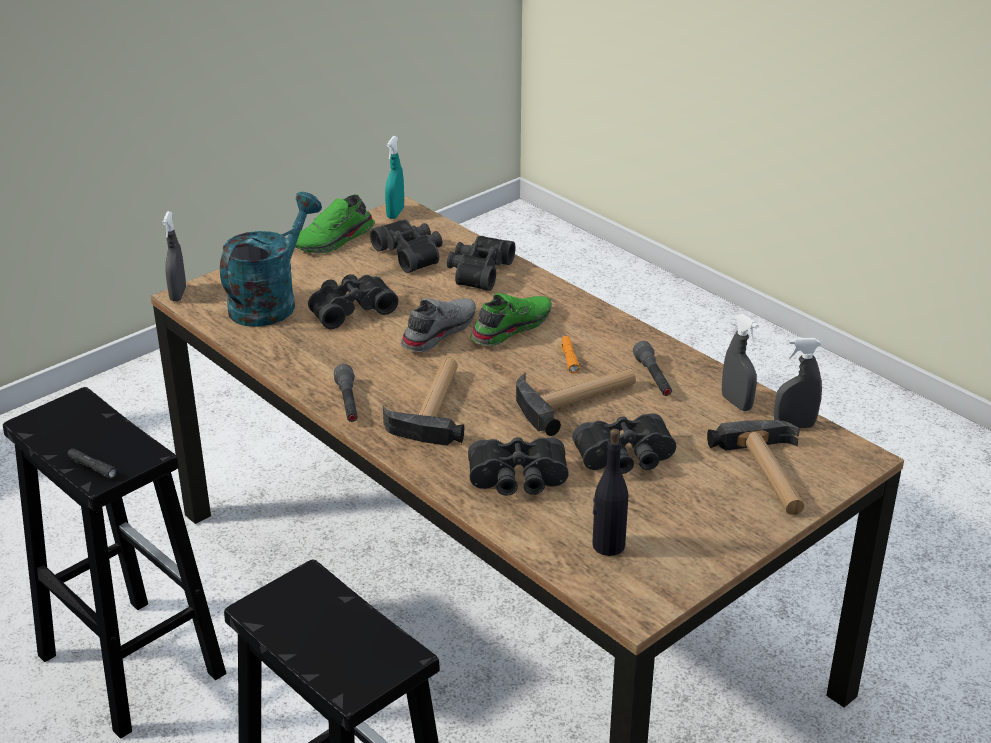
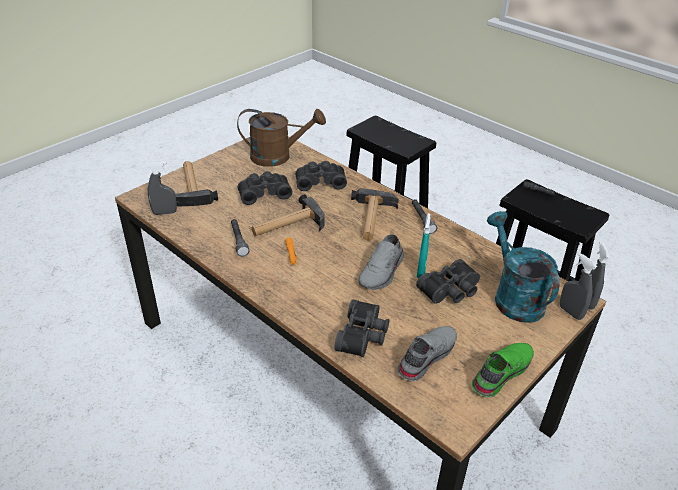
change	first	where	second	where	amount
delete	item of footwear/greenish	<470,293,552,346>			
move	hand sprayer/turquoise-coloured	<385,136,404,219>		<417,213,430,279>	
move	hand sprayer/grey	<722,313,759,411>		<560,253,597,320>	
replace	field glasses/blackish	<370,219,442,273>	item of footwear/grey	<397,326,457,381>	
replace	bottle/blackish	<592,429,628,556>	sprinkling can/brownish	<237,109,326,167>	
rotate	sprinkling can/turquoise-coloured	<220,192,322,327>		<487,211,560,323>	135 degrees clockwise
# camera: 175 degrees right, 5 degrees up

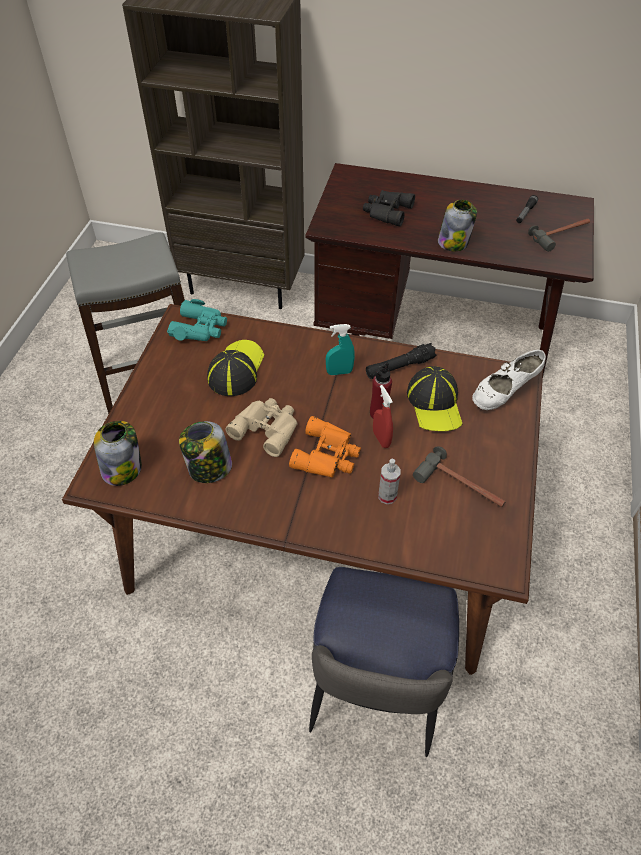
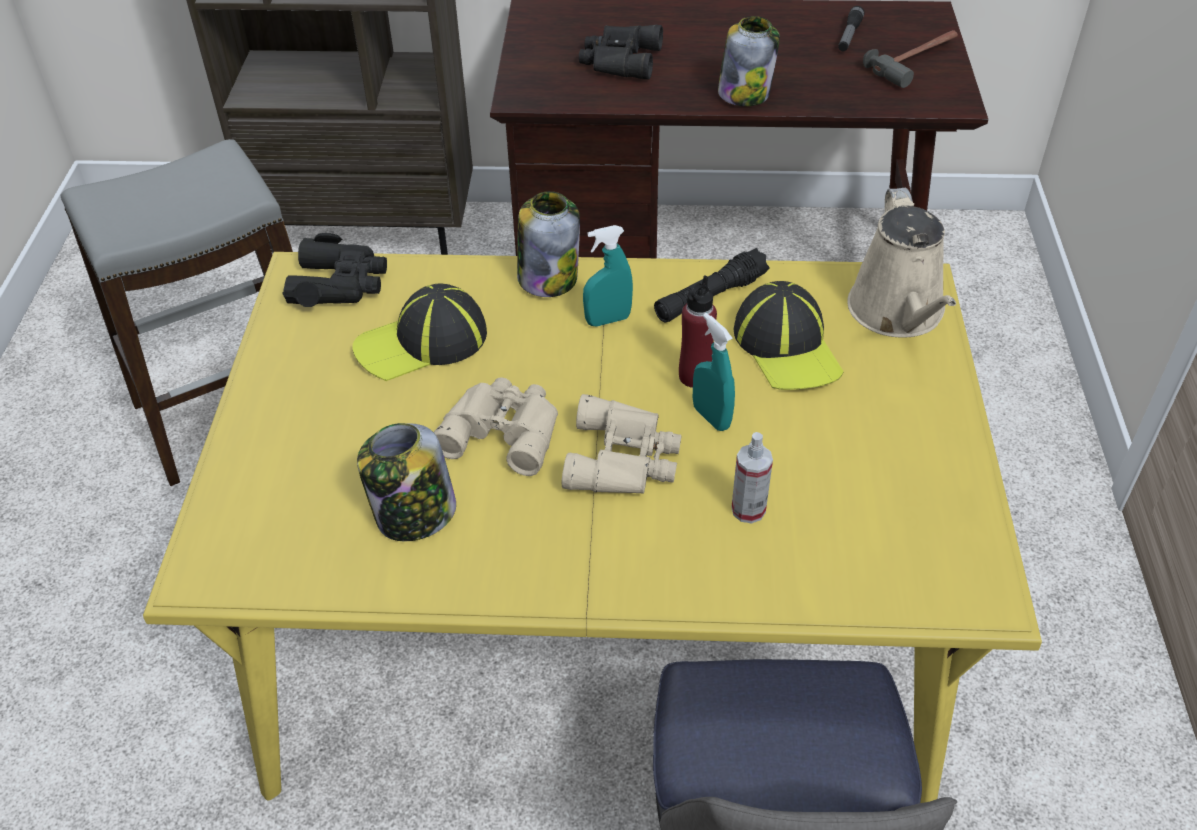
change	first	where	second	where	amount
delete	tool hammer	<413,446,506,507>			
move	jar	<94,421,142,486>		<517,191,580,297>	
replace	item of footwear/whitish	<472,350,546,410>	sprinkling can/beige	<847,188,956,337>	
recolor	kitchen table/brownish	<62,304,543,675>	kitchen table/yellow-coloured	<143,252,1042,803>	
recolor	field glasses/turquoise-coloured	<167,299,227,341>	field glasses/blackish	<282,233,387,307>	
recolor	field glasses/orangey	<289,416,361,477>	field glasses/beige	<562,394,682,494>	
recolor	hand sprayer/red	<373,385,393,448>	hand sprayer/turquoise-coloured	<693,313,735,431>	
rotate	cap	<207,340,265,396>		<353,283,487,381>	120 degrees counterclockwise
# camera: 10 degrees left, 5 degrees down

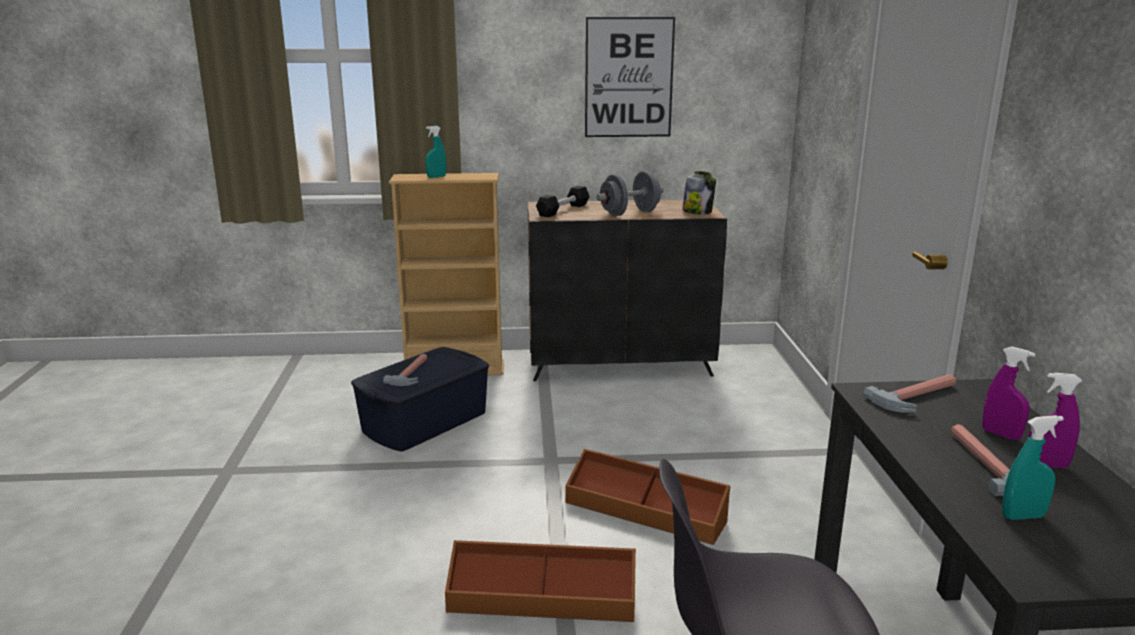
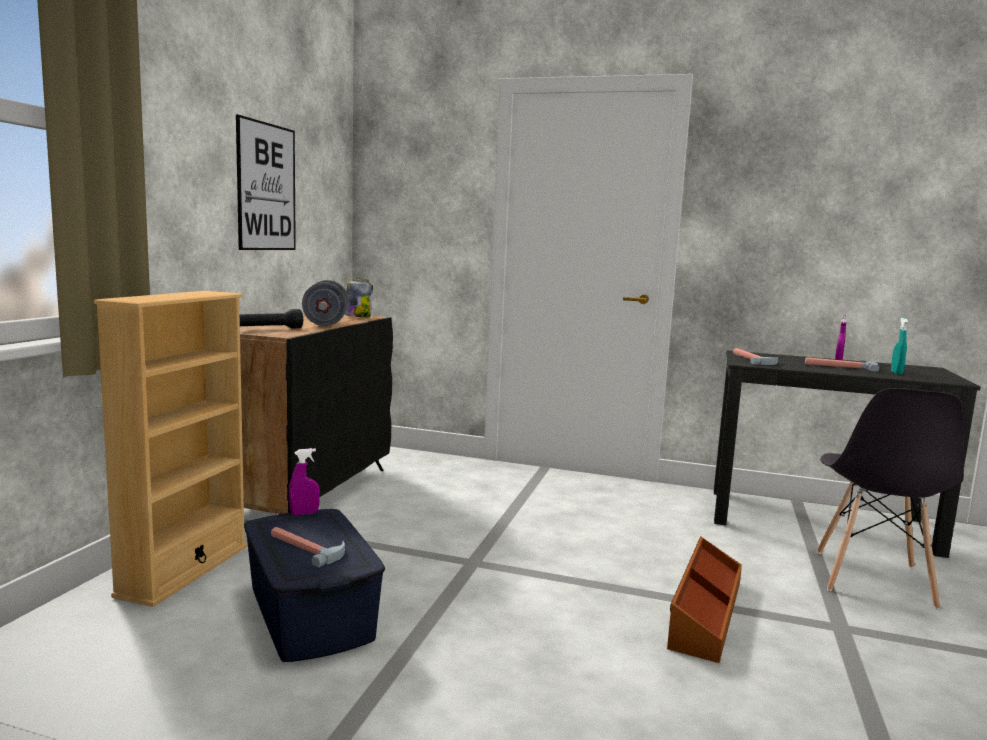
change	first	where	second	where	amount
delete	hand sprayer/turquoise-coloured	<426,126,446,178>			
delete	storage container/brownish	<566,449,730,545>			
move	hand sprayer/purple-coloured	<982,346,1035,440>		<289,448,320,515>	
replace	dumbbell/blackish	<536,186,590,217>	hand torch/blackish	<240,309,303,329>	
# camera: 70 degrees left, 10 degrees down

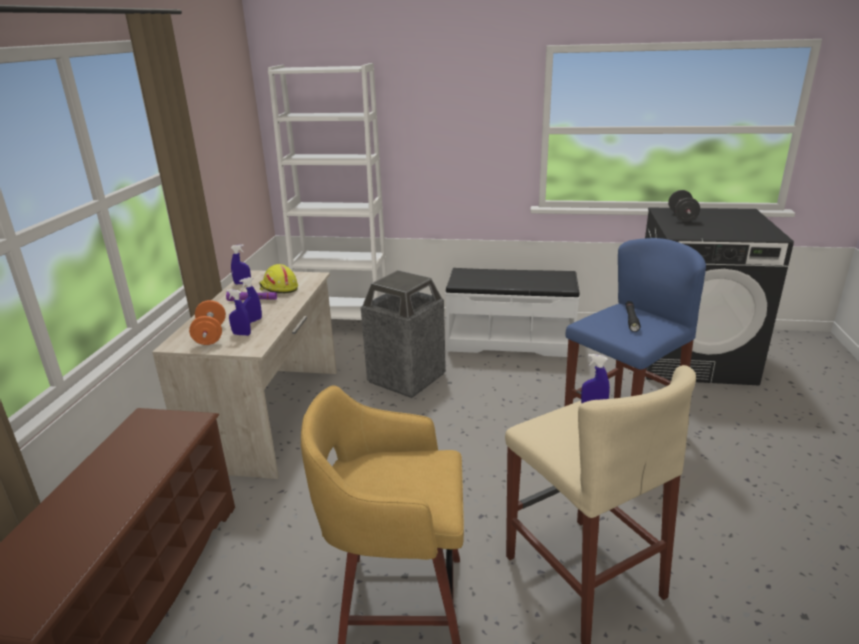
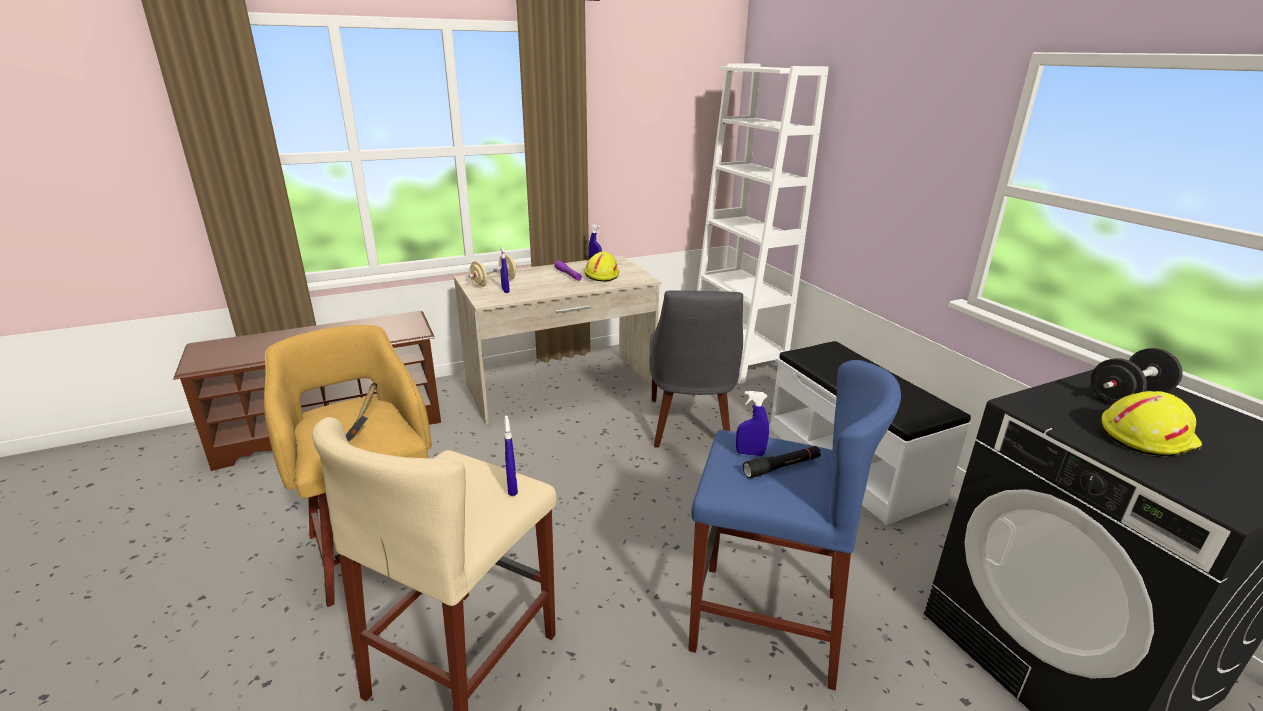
change	first	where	second	where	amount
insert			tool hammer	<346,383,377,442>	
insert			work helmet/yellow-coloured	<1100,391,1202,457>	
move	hand sprayer/bluish	<239,277,262,323>		<736,391,769,456>	
replace	waste bin	<361,270,446,398>	plain chair/grey	<649,290,743,447>	
recolor	dumbbell/orangey	<189,300,226,345>	dumbbell/beige	<468,254,517,287>	
# camera: 55 degrees right, 0 degrees up

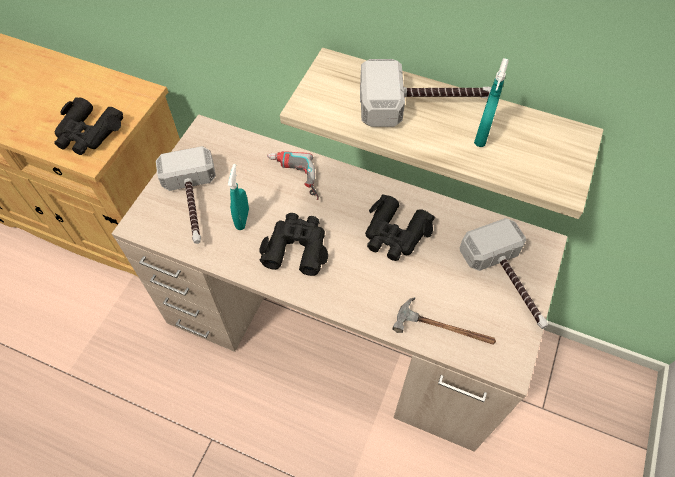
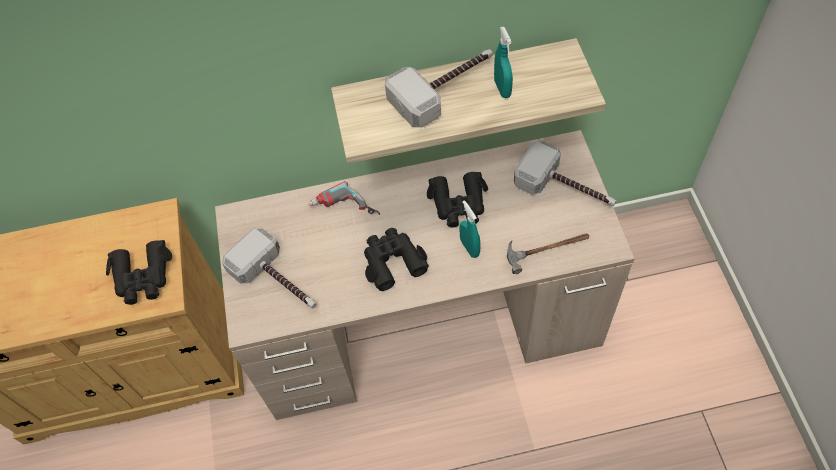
change	first	where	second	where	amount
move	hand sprayer/turquoise-coloured	<228,164,249,230>		<459,200,481,258>	
# camera: 30 degrees left, 0 degrees up

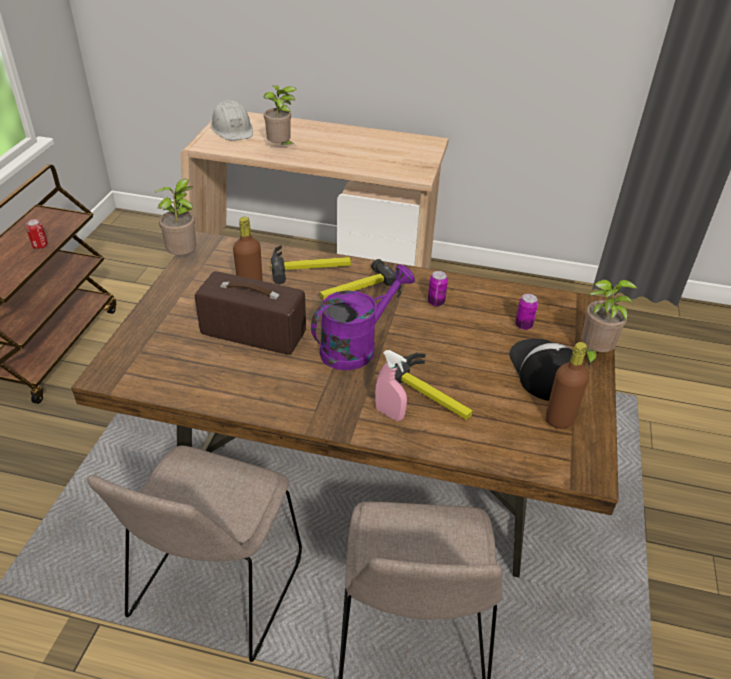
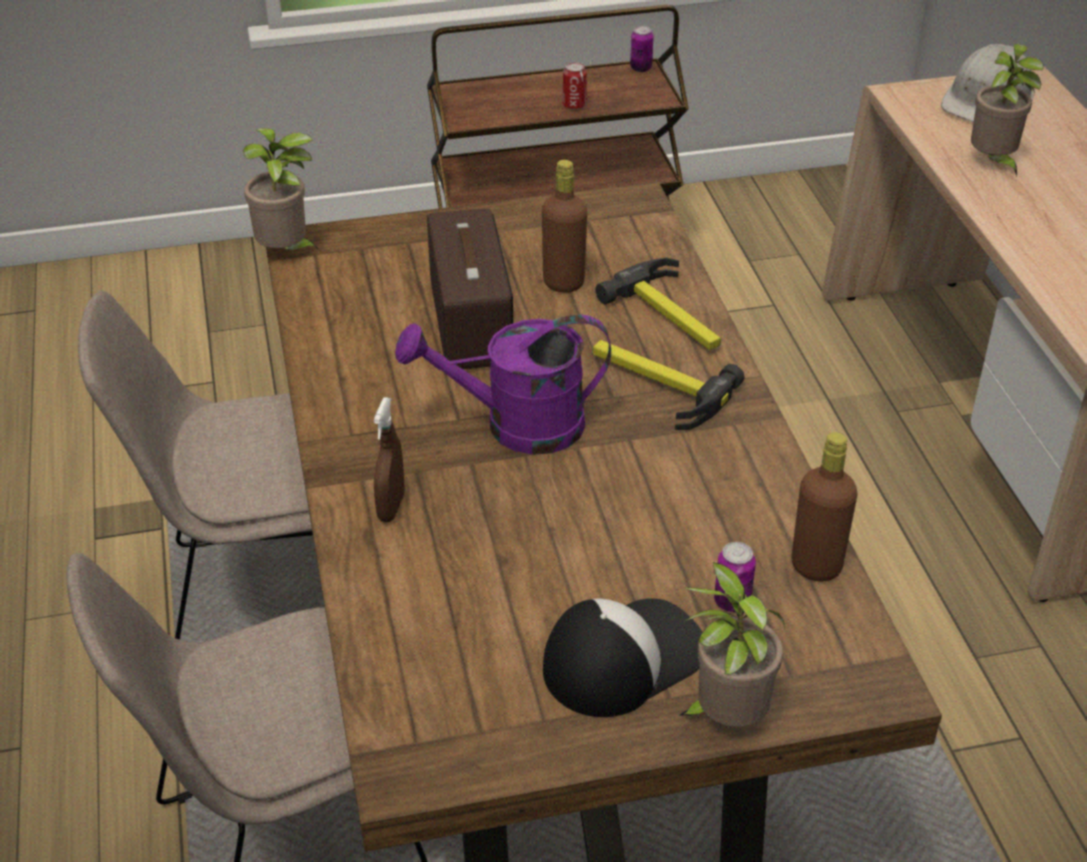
change	first	where	second	where	amount
delete	tool hammer	<376,353,473,420>			
move	houseplant	<155,179,196,255>		<243,128,321,252>	
move	sealed can	<428,271,448,306>		<630,26,654,72>	
move	bottle/brownish	<546,342,589,429>		<792,432,858,581>	
recolor	hand sprayer/pink	<375,350,407,421>	hand sprayer/brownish	<374,397,404,522>	
rotate	sprinkling can/purple-coloured	<311,265,415,370>		<395,315,611,455>	150 degrees clockwise
# camera: 65 degrees right, 0 degrees up

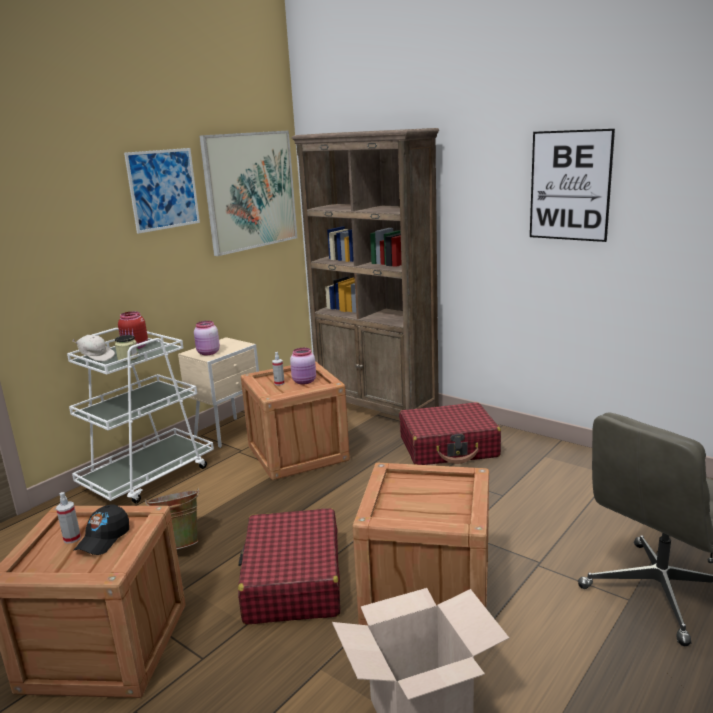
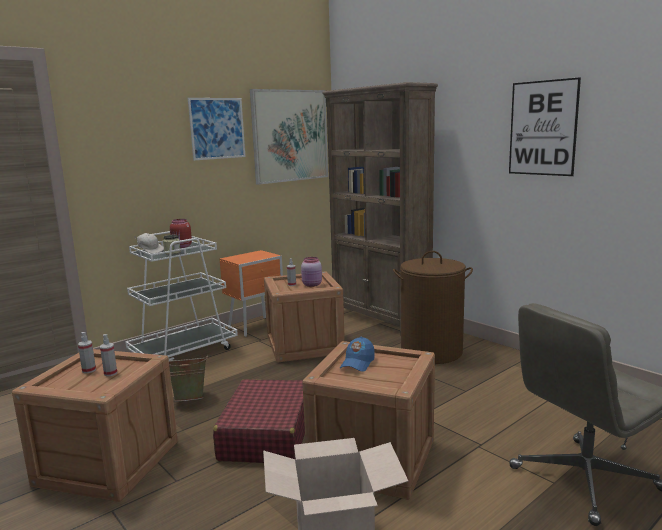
change	first	where	second	where	amount
delete	jar/pink	<194,321,220,355>			
insert			cap/bluish	<340,337,375,372>	
replace	cap/blackish	<73,504,129,555>	hand sprayer	<100,334,117,376>	
replace	piece of luggage/red	<399,402,501,465>	laundry basket/brownish	<393,251,473,364>	
recolor	night table/beige	<178,337,259,448>	night table/orangey	<220,250,283,337>	
# camera: 10 degrees right, 5 degrees down

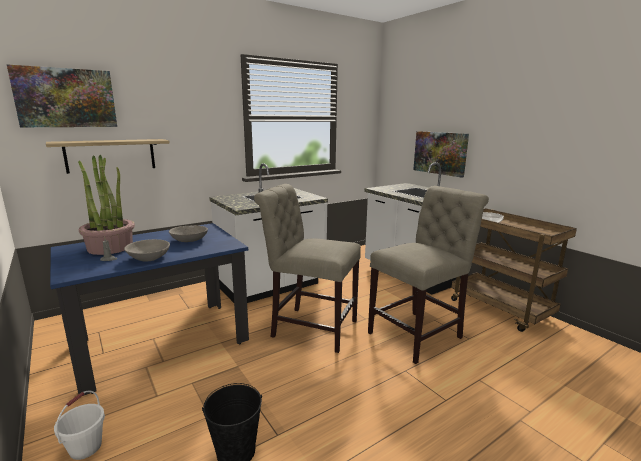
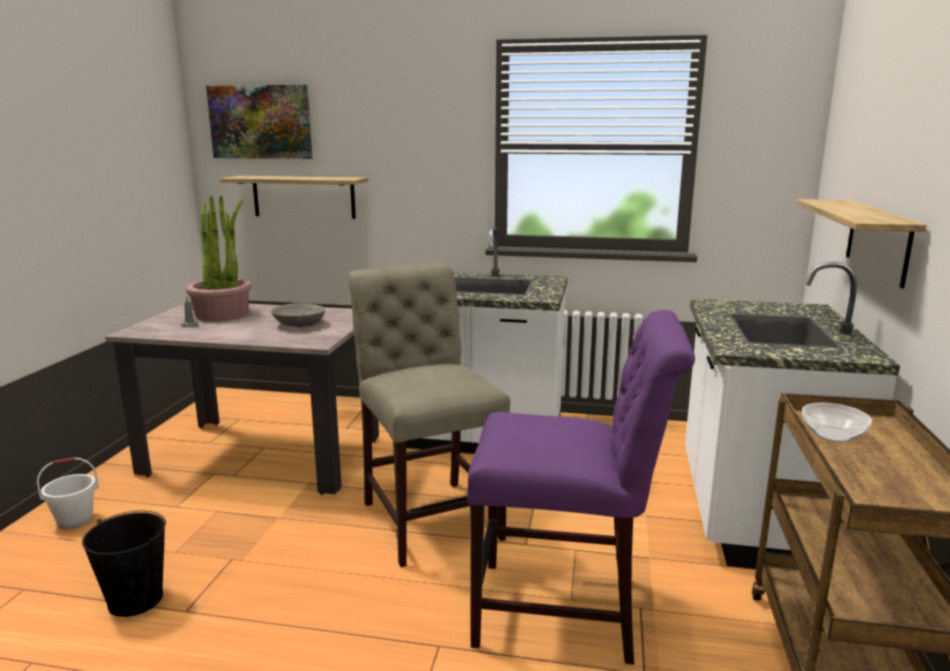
change	first	where	second	where	amount
delete	serving bowl/grey	<124,239,170,262>			
replace	wall art	<413,131,469,178>	wall shelf	<797,199,927,288>	
recolor	kitchen table/bluish	<50,223,249,396>	kitchen table/beige	<105,301,379,495>	
recolor	plain chair/beige	<368,186,489,364>	plain chair/purple-coloured	<467,310,695,665>	
# camera: 45 degrees right, 0 degrees up

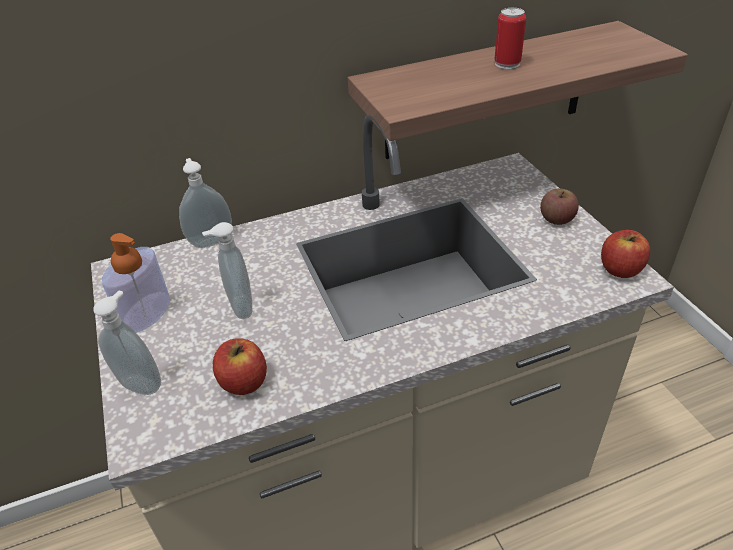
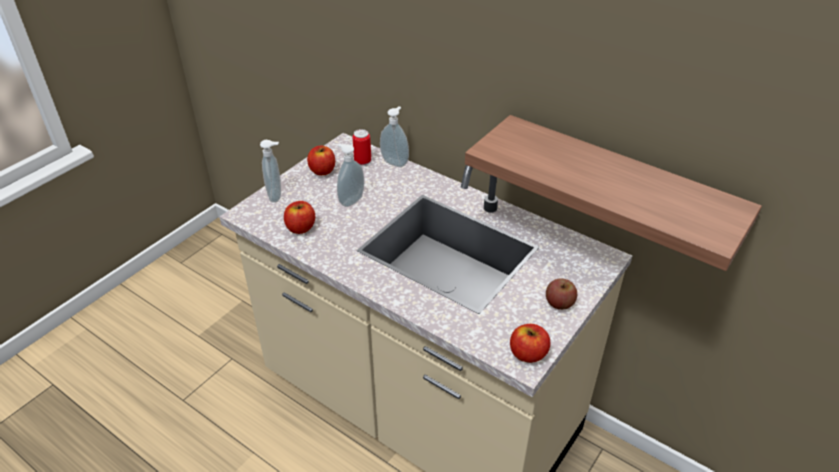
change	first	where	second	where	amount
move	sealed can	<494,8,526,69>		<352,129,371,167>	
replace	liquid soap bottle	<102,233,170,333>	whole apple	<307,145,335,176>	
# camera: 55 degrees right, 0 degrees up

